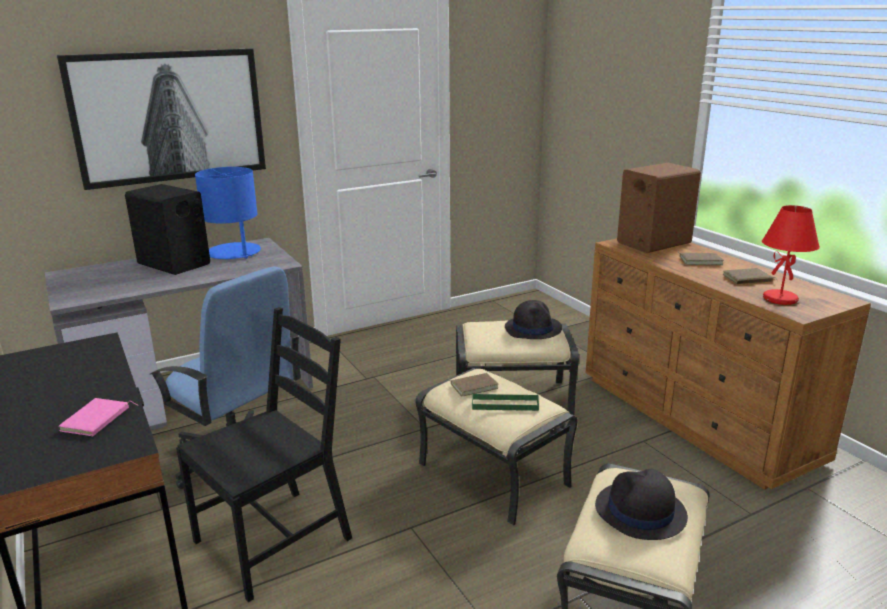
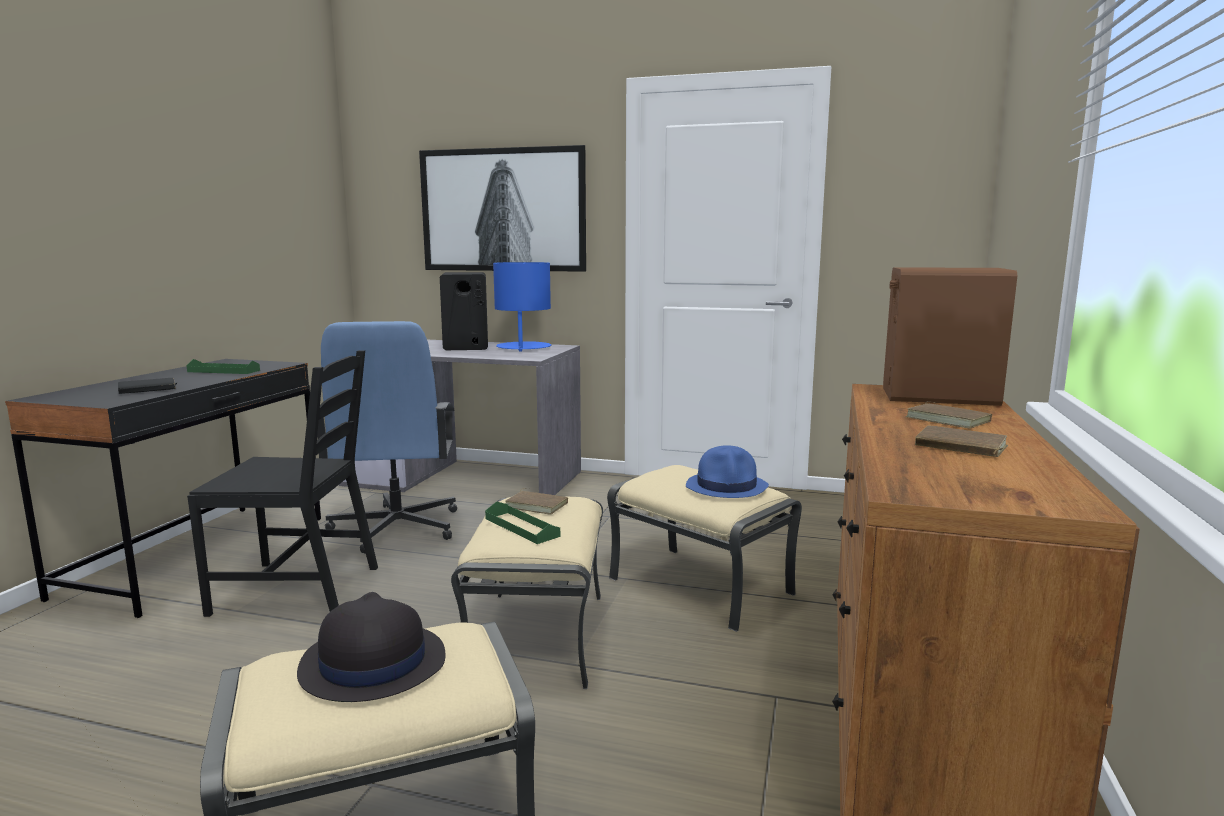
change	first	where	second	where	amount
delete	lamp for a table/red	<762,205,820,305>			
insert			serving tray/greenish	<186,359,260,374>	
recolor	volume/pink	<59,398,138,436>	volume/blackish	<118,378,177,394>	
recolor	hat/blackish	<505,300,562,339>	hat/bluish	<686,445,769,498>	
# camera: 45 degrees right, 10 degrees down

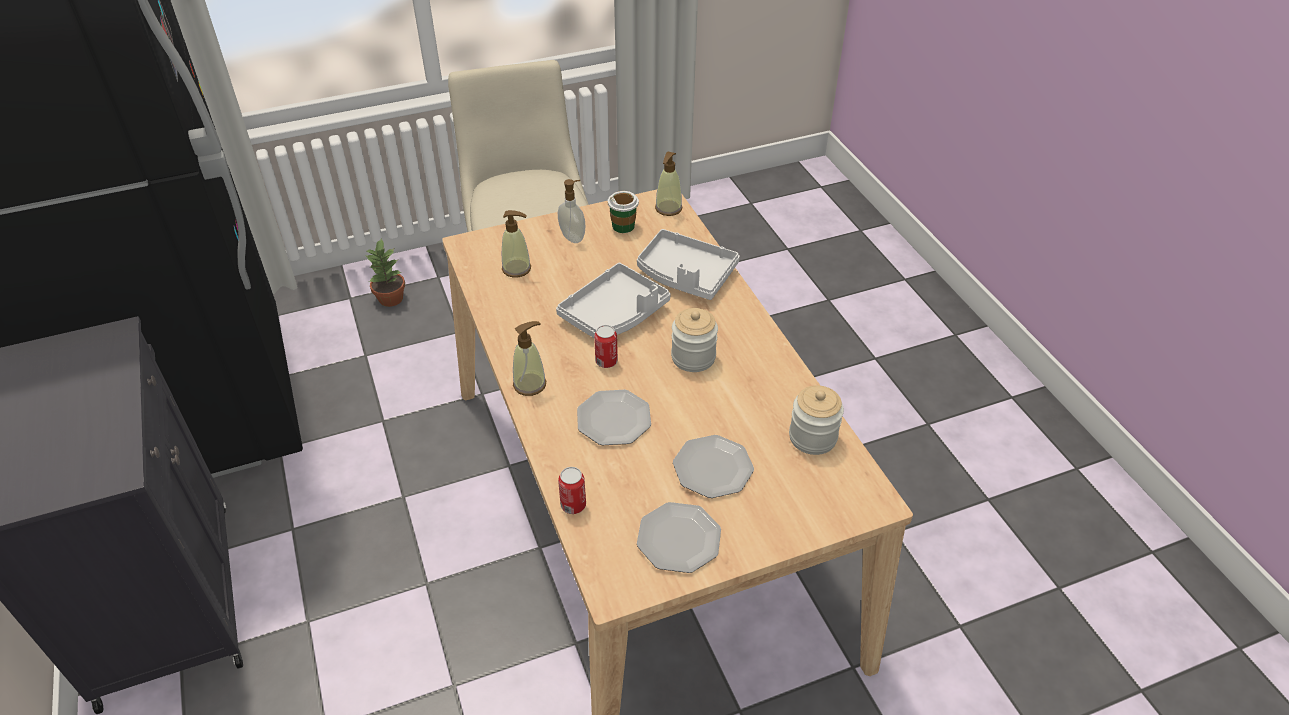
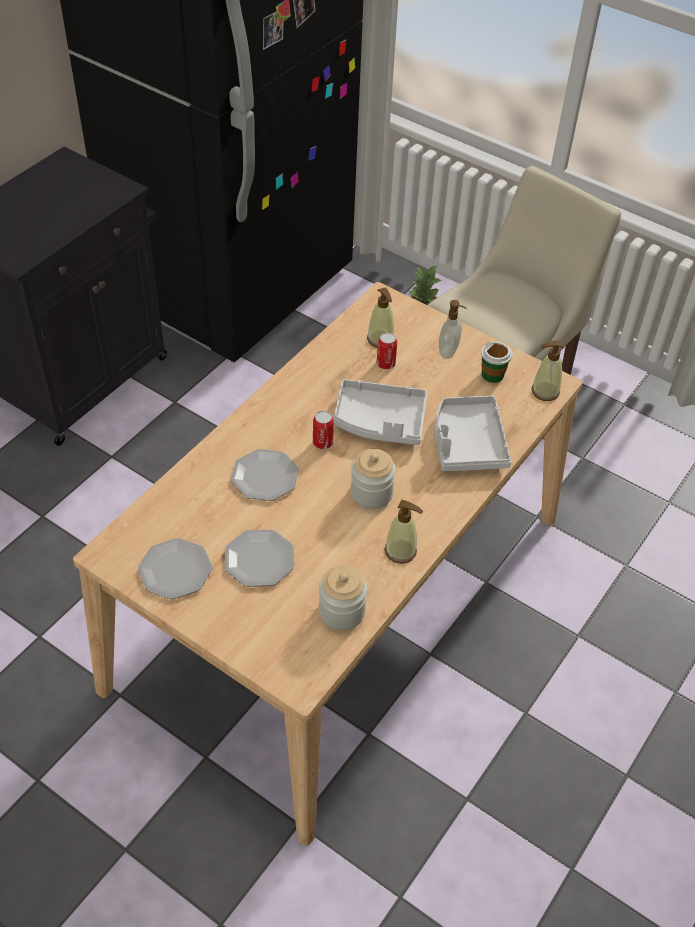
change	first	where	second	where	amount
move	liquid soap bottle	<513,321,546,396>		<384,500,423,564>	
move	sealed can	<558,467,586,514>		<376,332,397,369>	
# camera: 55 degrees right, 5 degrees up

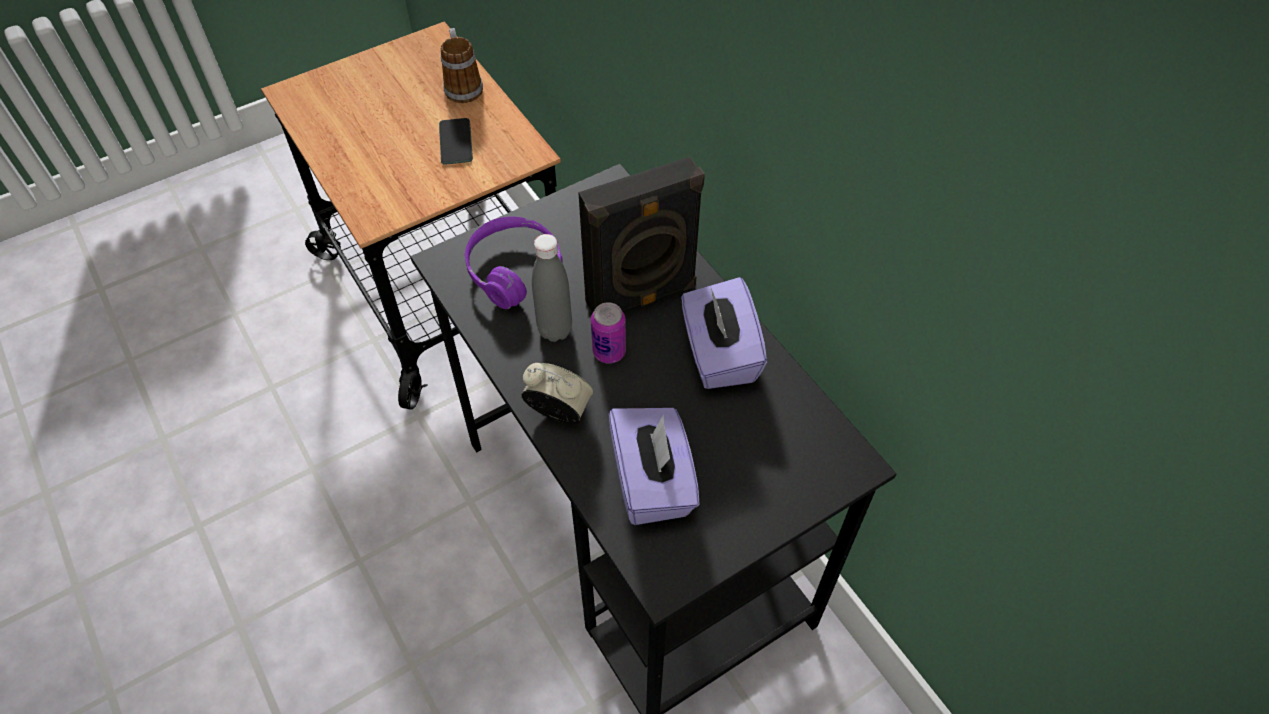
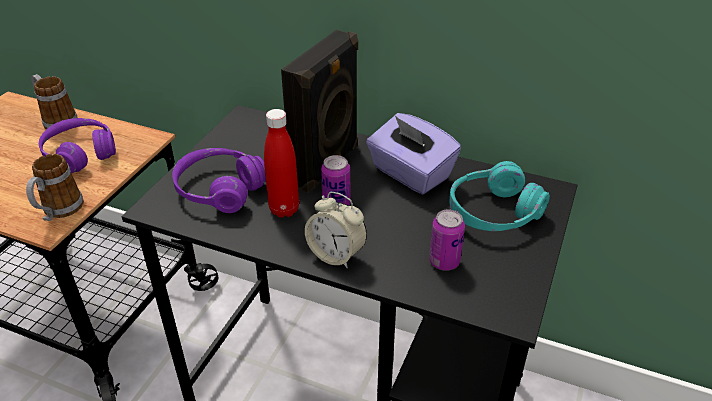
change	first	where	second	where	amount
insert			mug	<26,154,84,221>	
insert			headset/turquoise-coloured	<449,161,550,231>	
replace	phone	<439,118,473,165>	headset/purple-coloured	<39,118,116,173>	
replace	box of tissues/purple-coloured	<609,408,699,525>	sealed can	<429,209,465,271>	
recolor	bottle/grey	<532,234,572,342>	bottle/red	<264,109,299,218>	
rotate	table clock	<521,363,593,424>		<305,192,367,268>	135 degrees counterclockwise
# camera: 35 degrees left, 15 degrees down

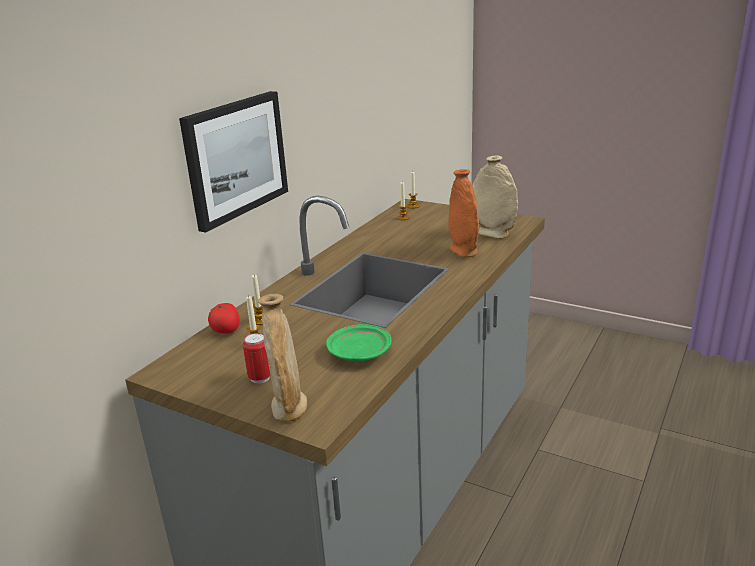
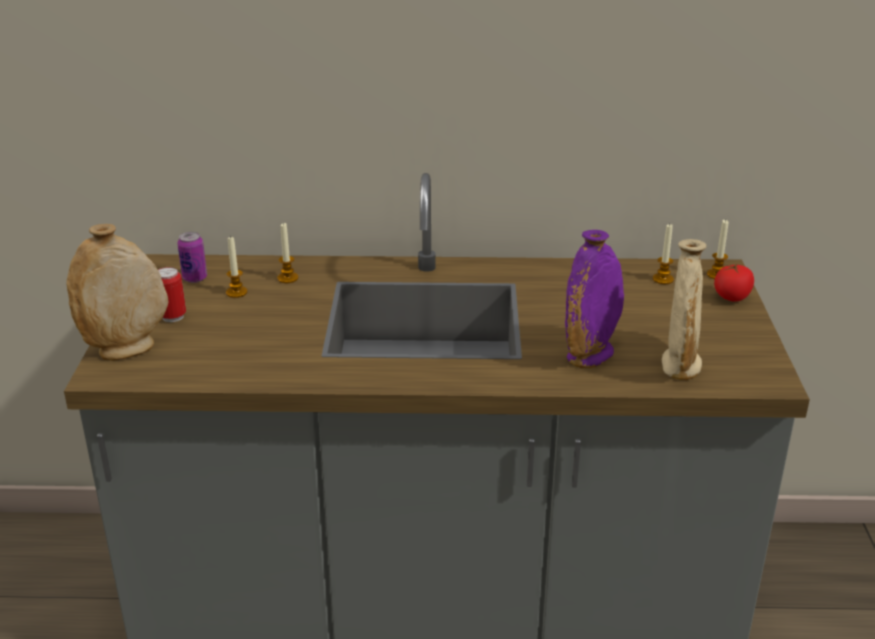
change	first	where	second	where	amount
delete	wall art	<179,91,288,232>			
delete	flat dish/greenish	<326,324,391,361>			
insert			sealed can	<177,232,207,283>	
move	whole tomato	<208,303,240,334>		<714,264,754,302>	
recolor	decorative vase/orangey	<448,169,479,258>	decorative vase/purple-coloured	<565,230,624,368>	
# camera: 60 degrees right, 5 degrees up

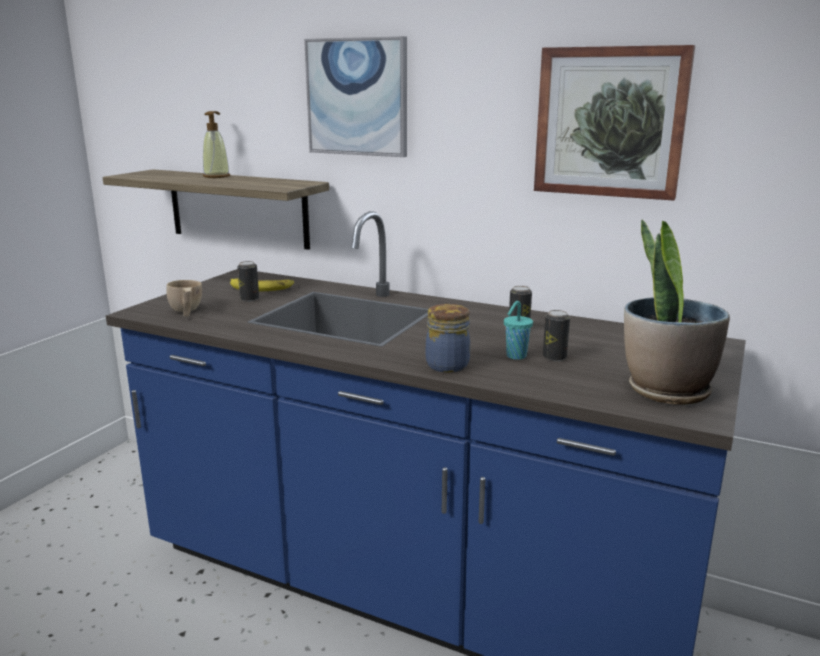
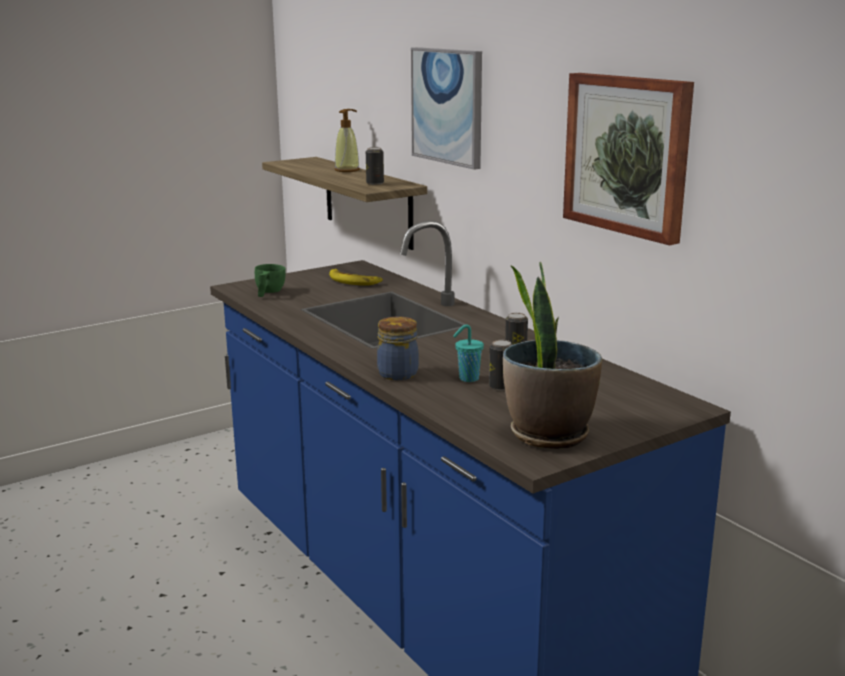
change	first	where	second	where	amount
move	sealed can	<237,261,259,302>		<366,147,384,185>	
recolor	drinking cup/beige	<166,280,202,317>	drinking cup/greenish	<255,264,286,297>	
# camera: 30 degrees right, 0 degrees up

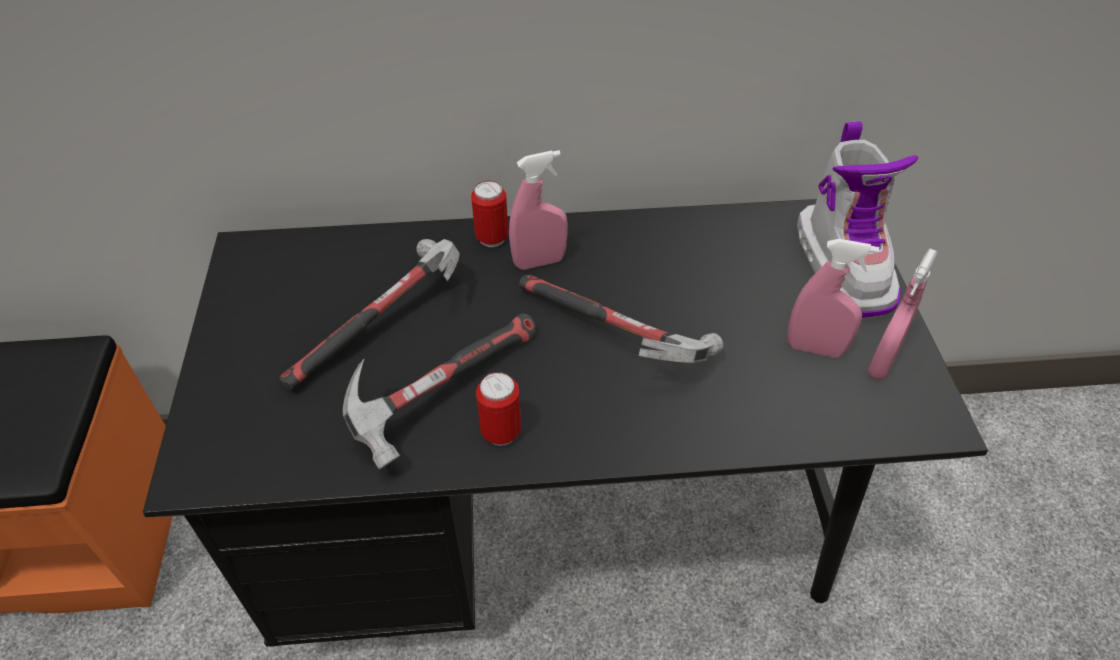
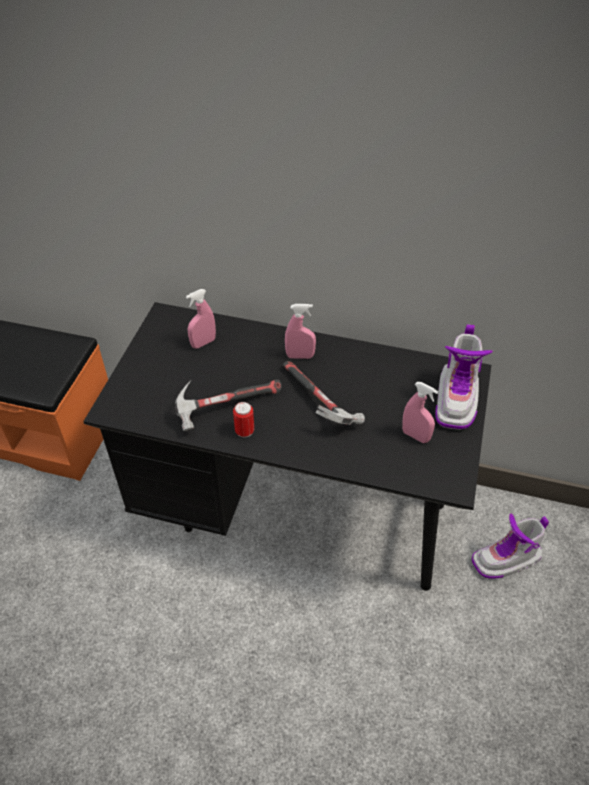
change	first	where	second	where	amount
delete	tool hammer	<279,239,460,391>			
delete	sealed can	<471,181,508,247>			
insert			tall boot	<472,513,549,579>	
move	hand sprayer/pink	<867,248,938,380>		<186,289,216,349>	
# camera: 20 degrees right, 0 degrees up

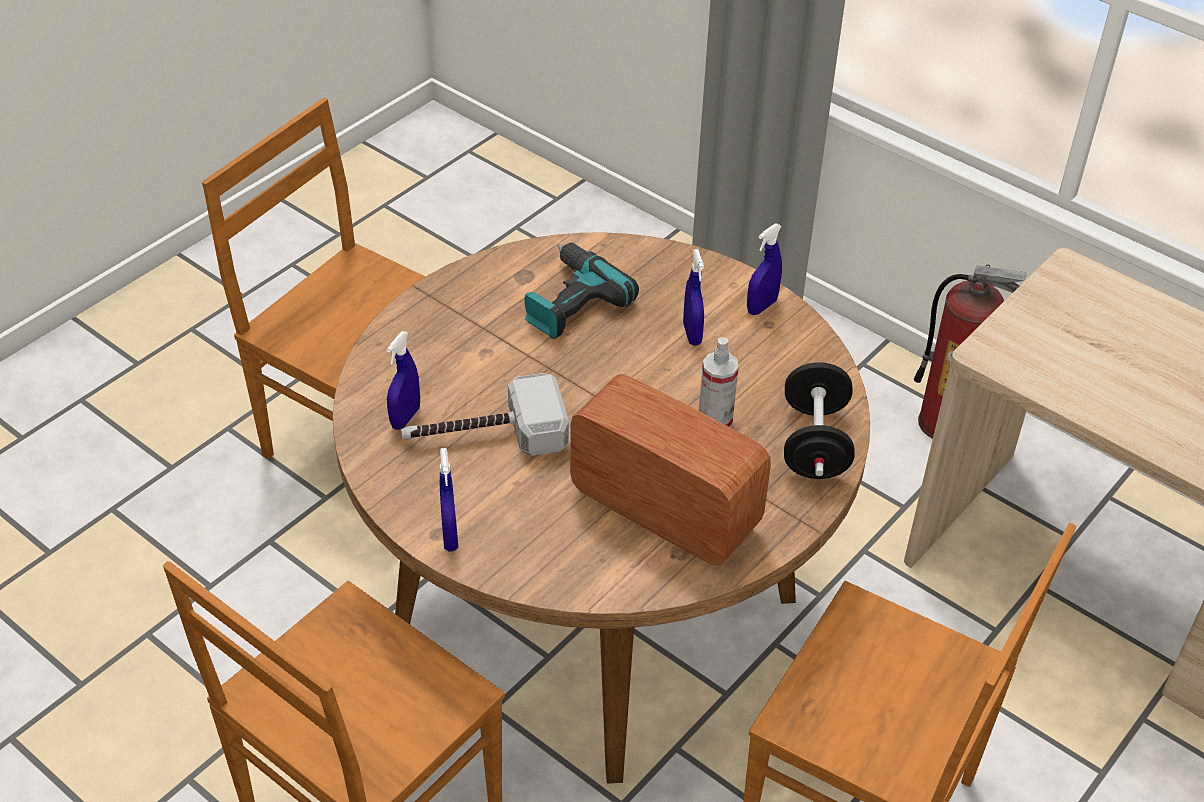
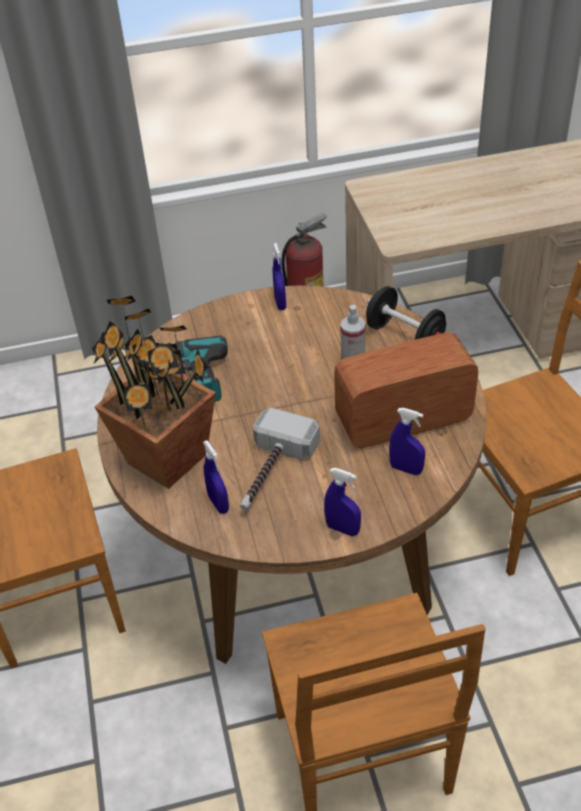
change	first	where	second	where	amount
insert			houseplant	<92,296,216,489>	
move	hand sprayer/bluish	<683,249,704,345>		<389,408,425,475>	
# camera: 50 degrees left, 0 degrees up

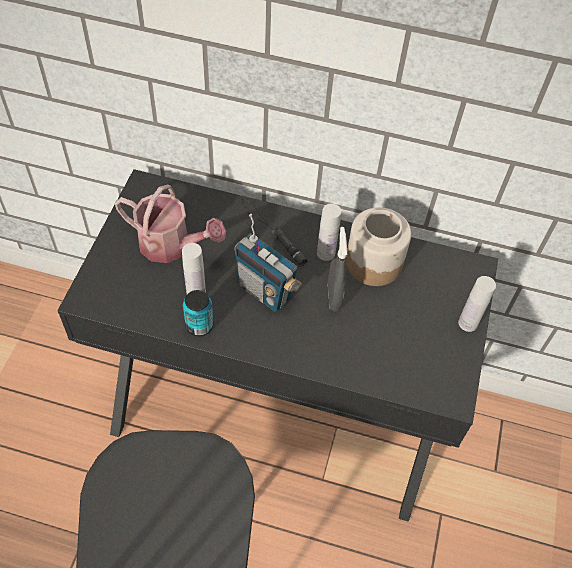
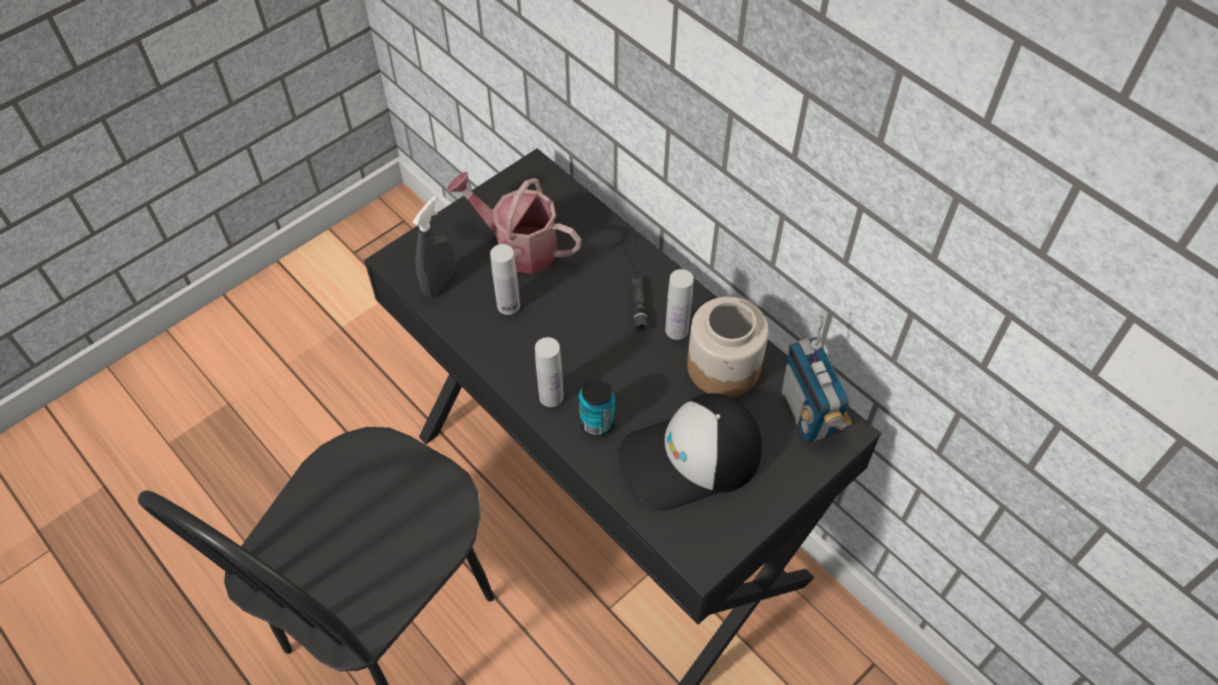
change	first	where	second	where	amount
insert			cap	<619,393,762,511>	
move	sealed can	<183,290,214,336>		<579,379,615,436>	
move	radio receiver	<234,214,302,312>		<782,314,852,442>	
move	hand sprayer/grey	<328,227,347,311>		<412,196,455,297>	
move	bottle/whitish	<458,276,496,332>		<535,337,564,407>	
rotate	sprinkling can	<114,184,226,263>		<446,172,581,273>	150 degrees clockwise
# camera: 35 degrees right, 0 degrees up

